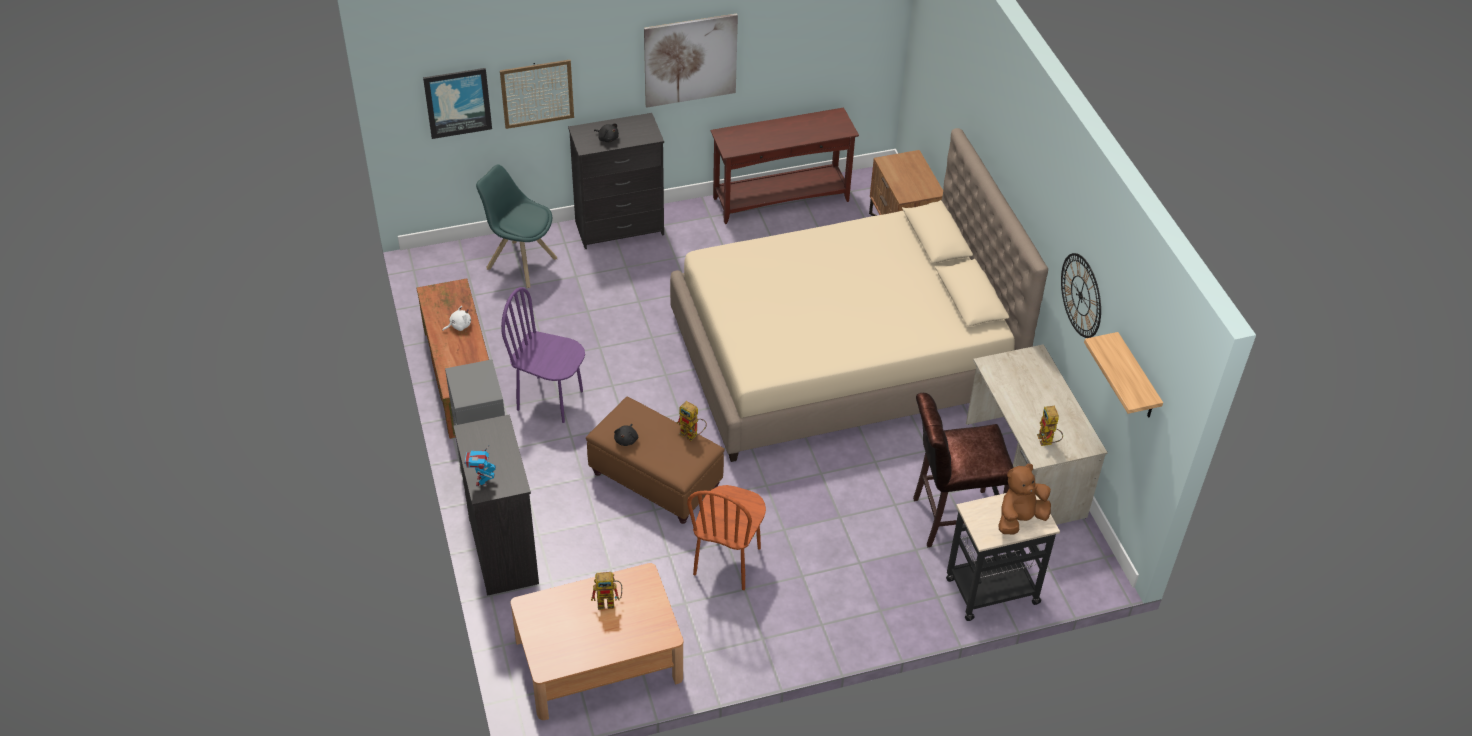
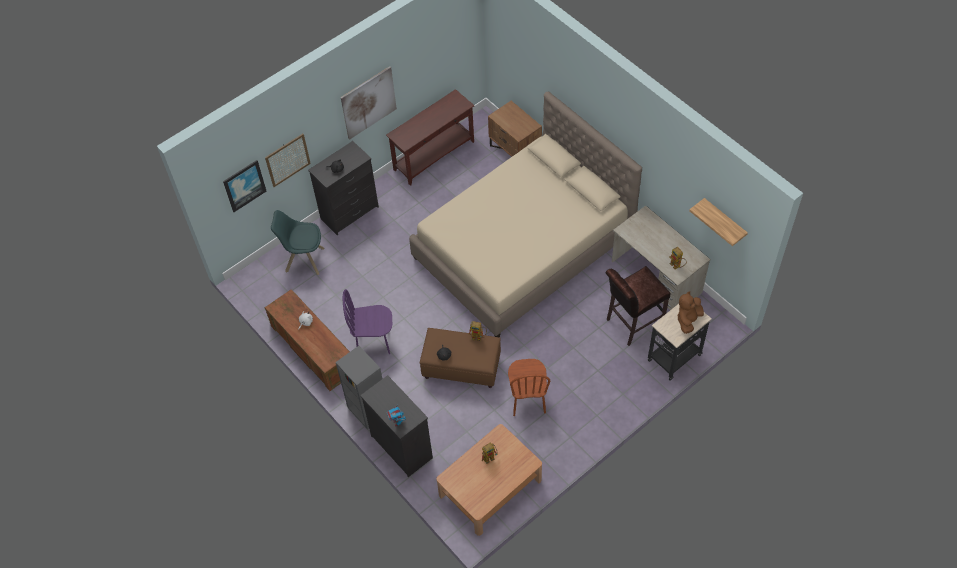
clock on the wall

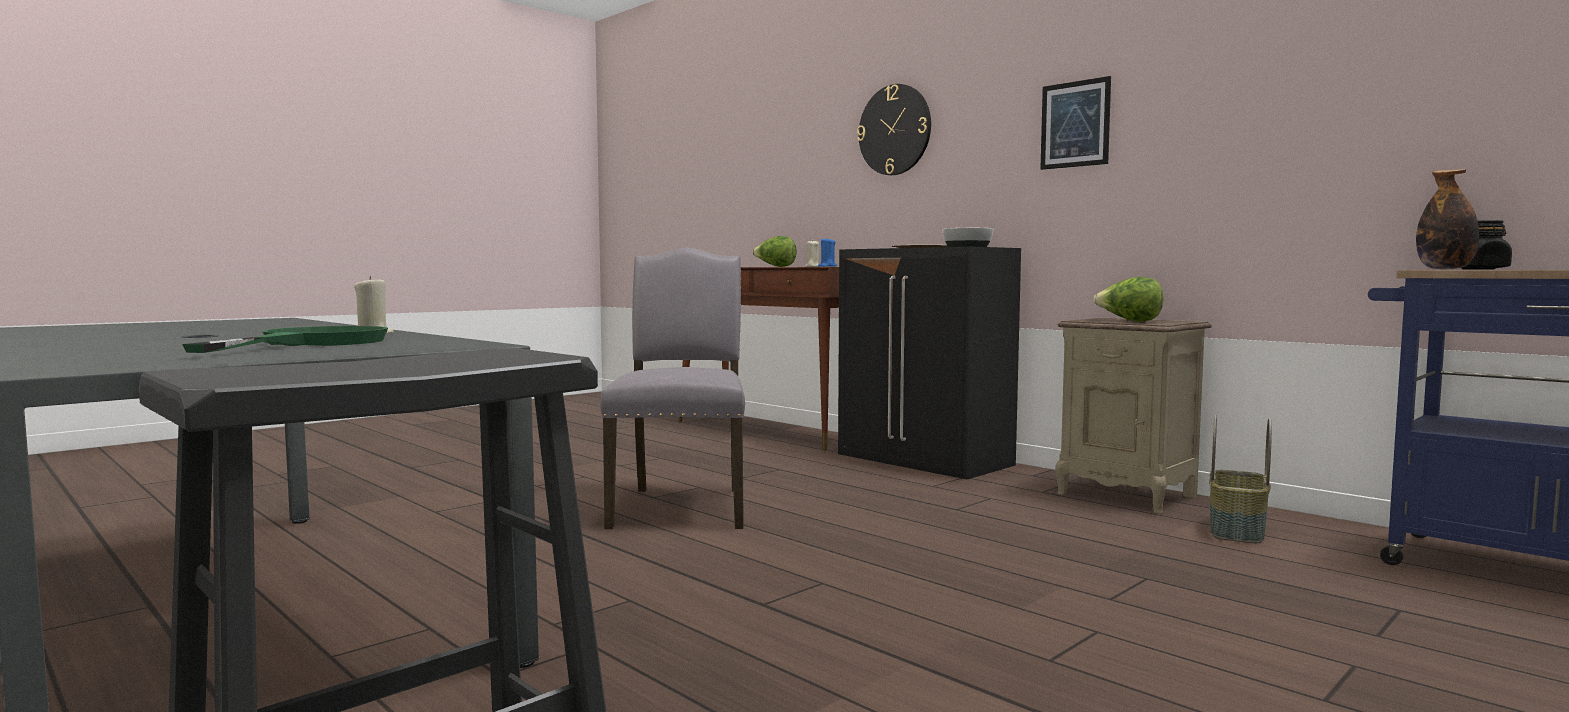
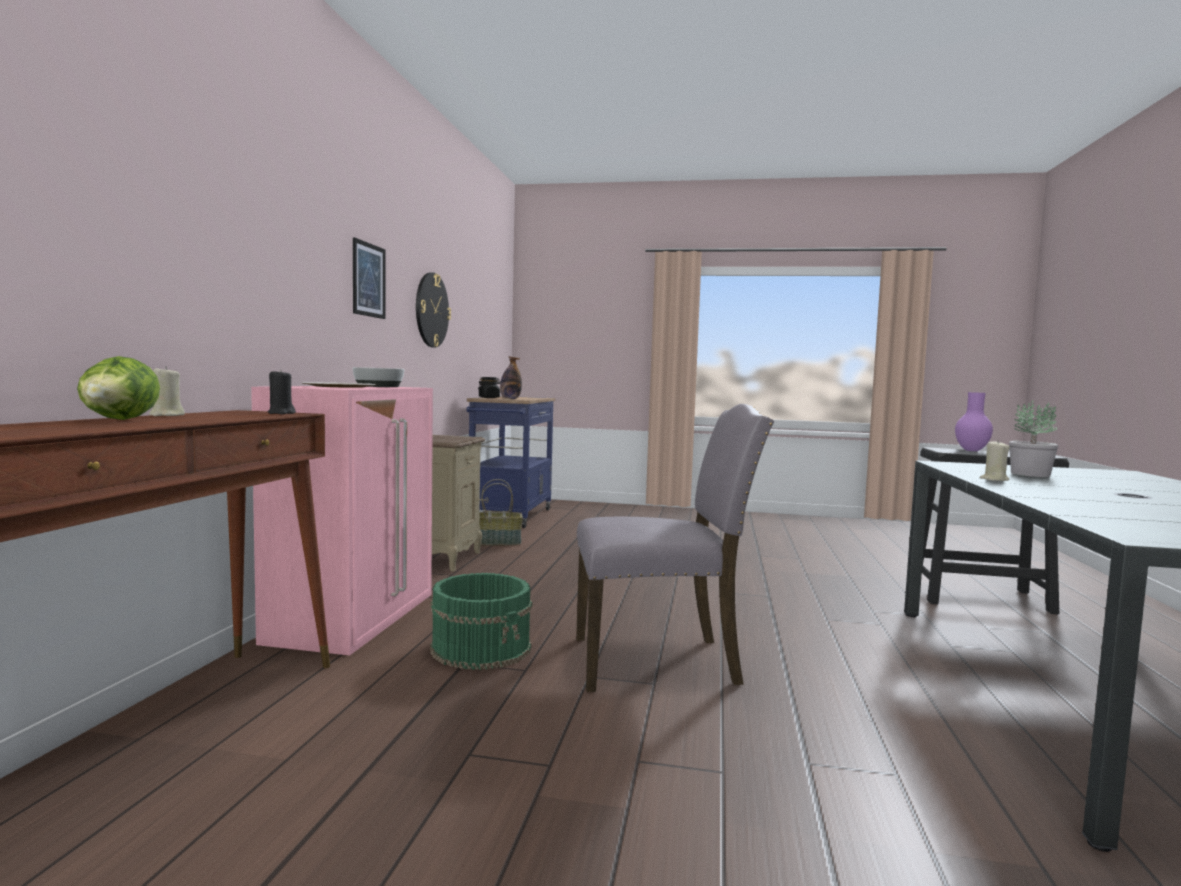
pink-coloured storage cabinet
blackish candle
clock on the wall
greenish pail
grey chair
purple-coloured vase
potted plant
lettuce (no. 2 from left in the first image)

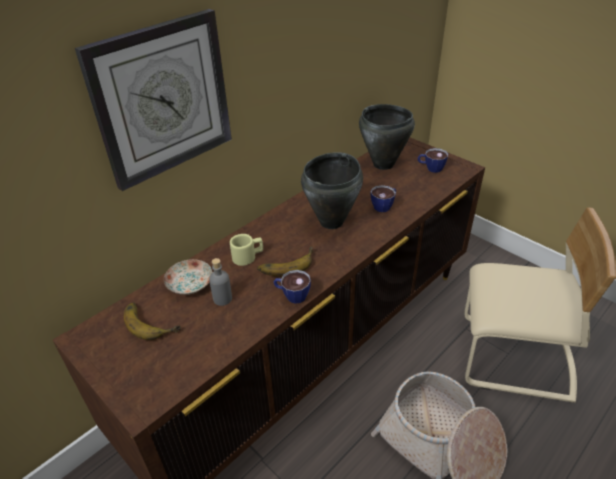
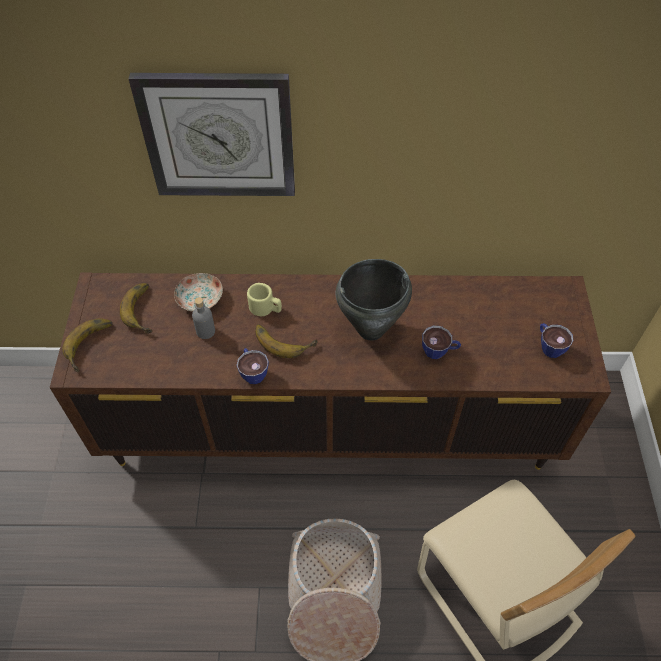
whole banana (no. 1 from left)
blackish cooking pot (no. 2 from left in the first image)

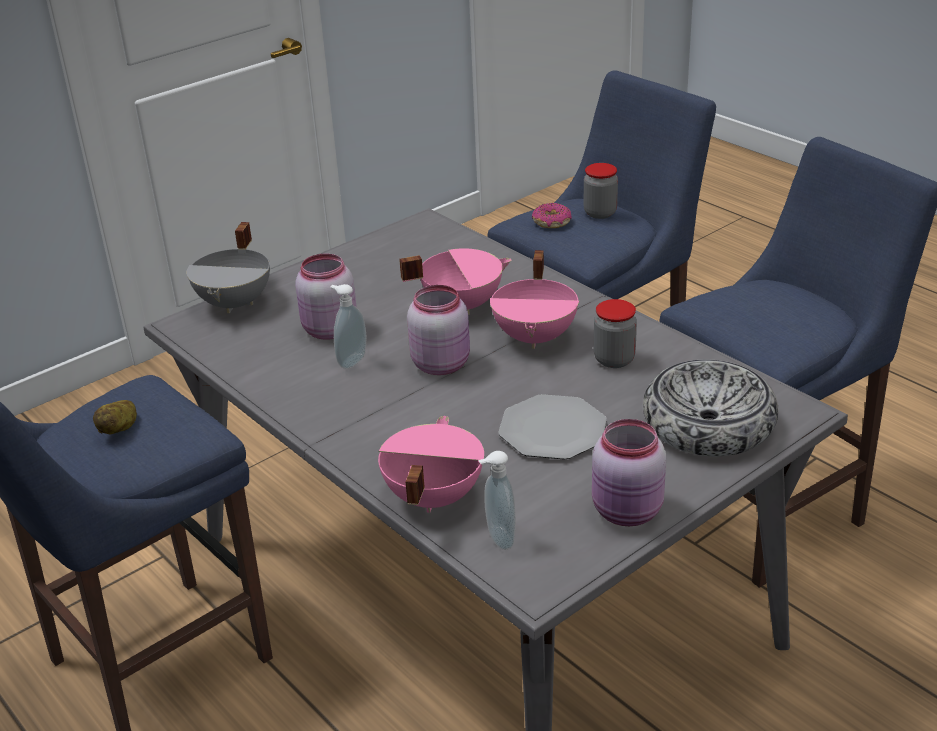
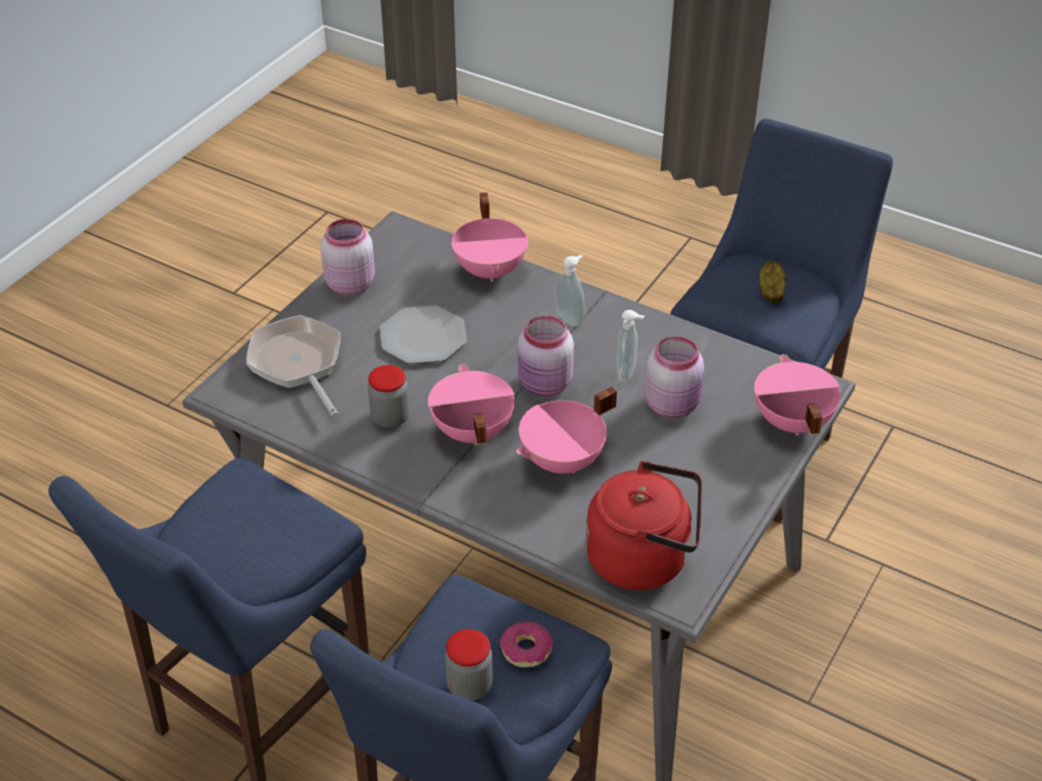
frying pan
soap bottle (no. 1 from left)
red kettle
pink-coloured cooking pot (no. 4 from left)

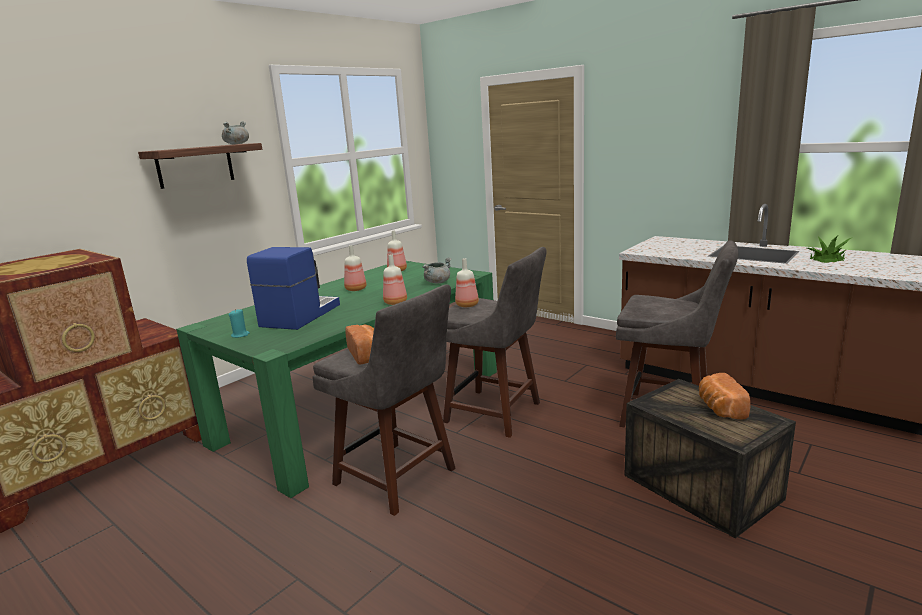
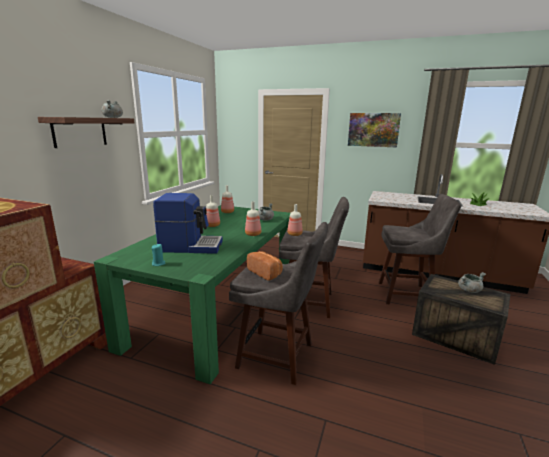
coffee machine
picture
grey cooking pot (no. 3 from left)

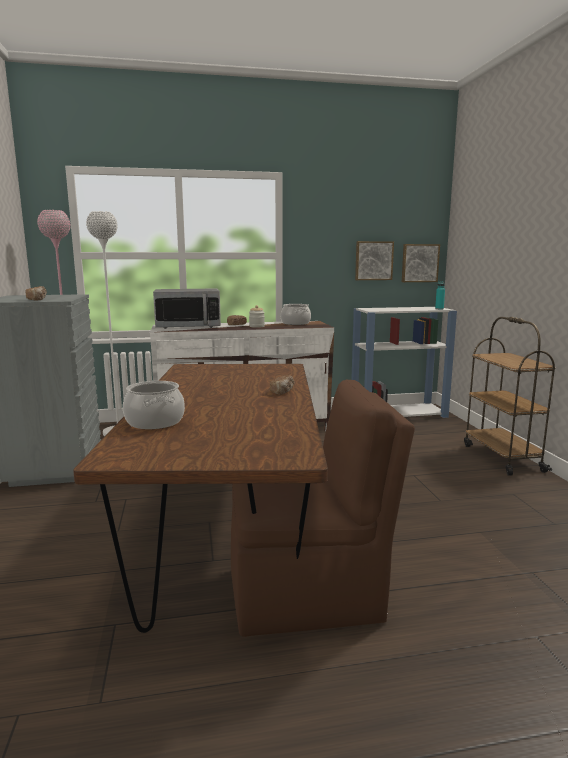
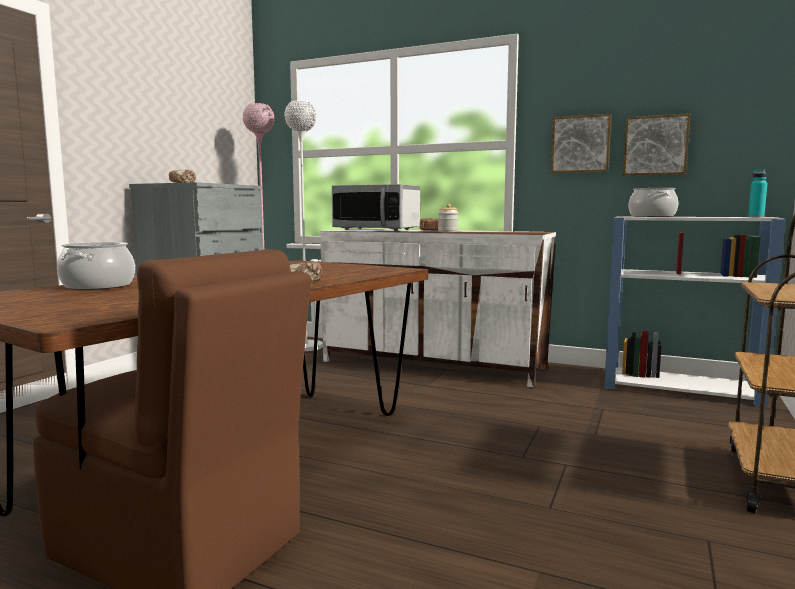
picture (no. 1 from left)
cooking pot (no. 2 from left)

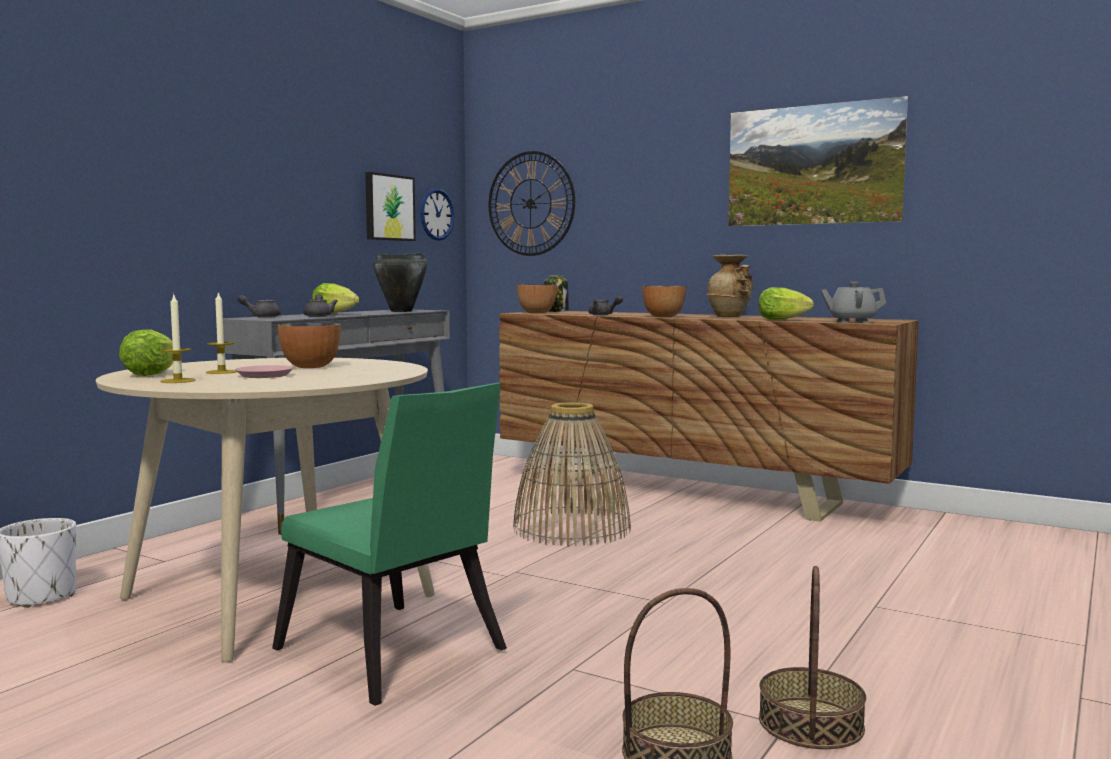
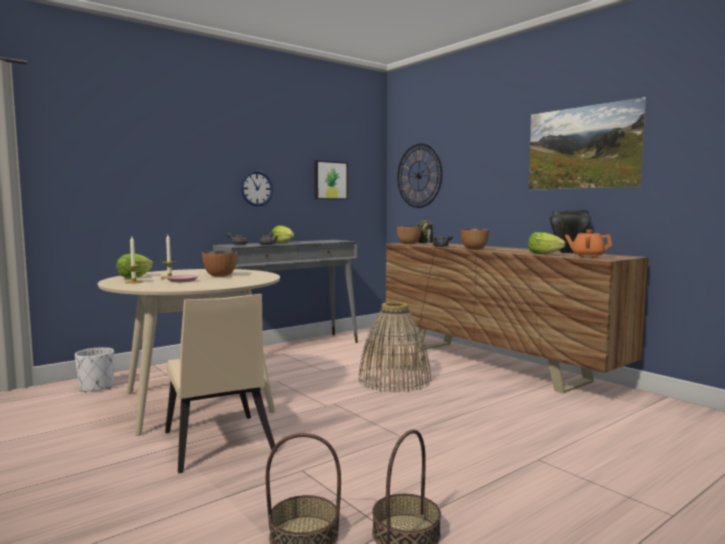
beige chair
clock on the wall (no. 1 from left)
blackish cooking pot
orange pot for tea
beige vase

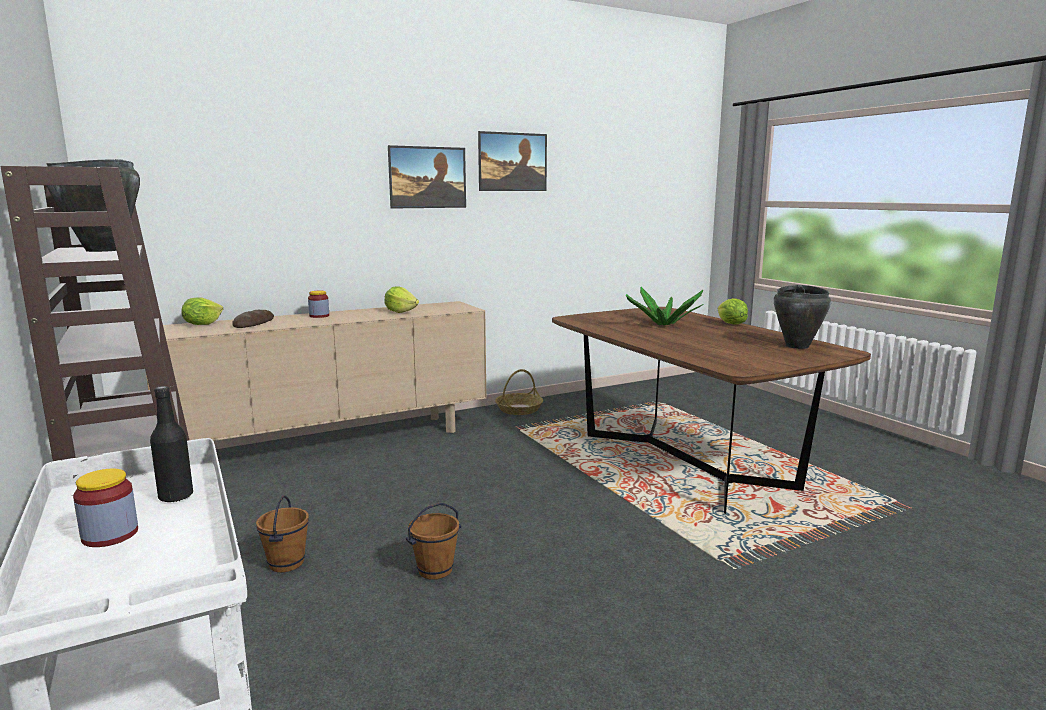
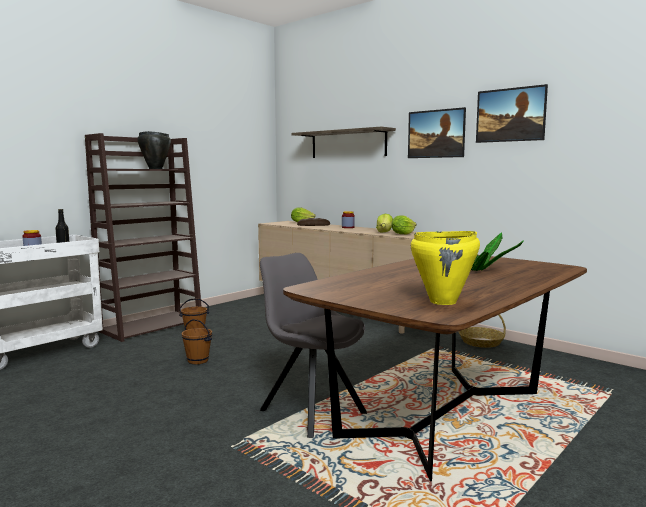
grey chair
shelf
lettuce (no. 3 from left)
yellow cooking pot

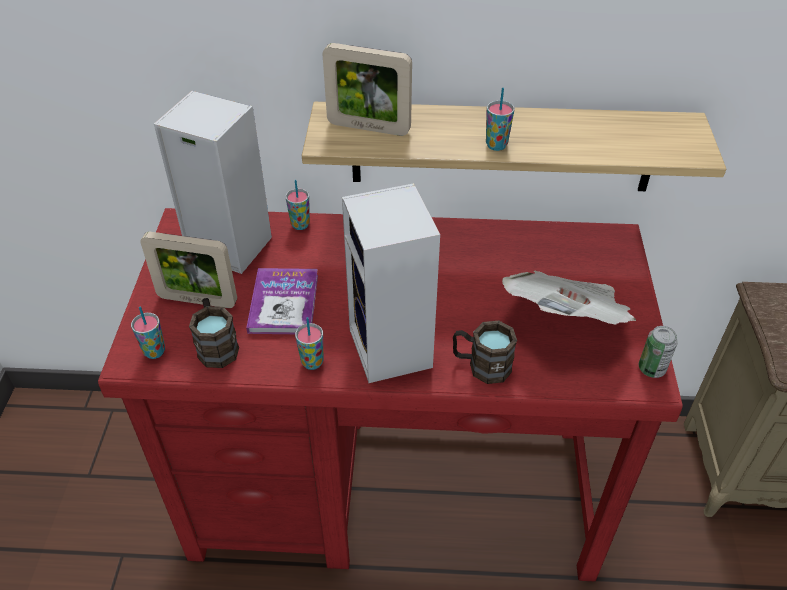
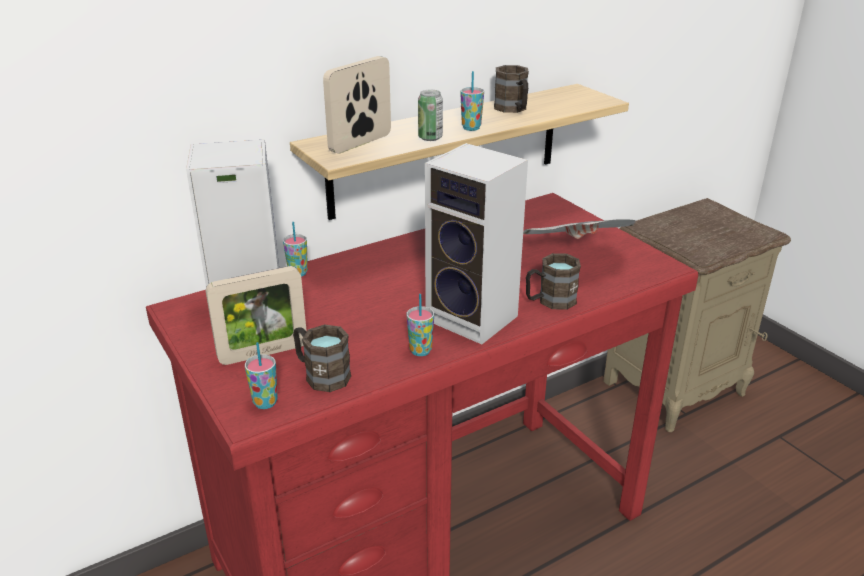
picture frame (no. 2 from left)
can
brown tea mug (no. 2 from left)
volume

